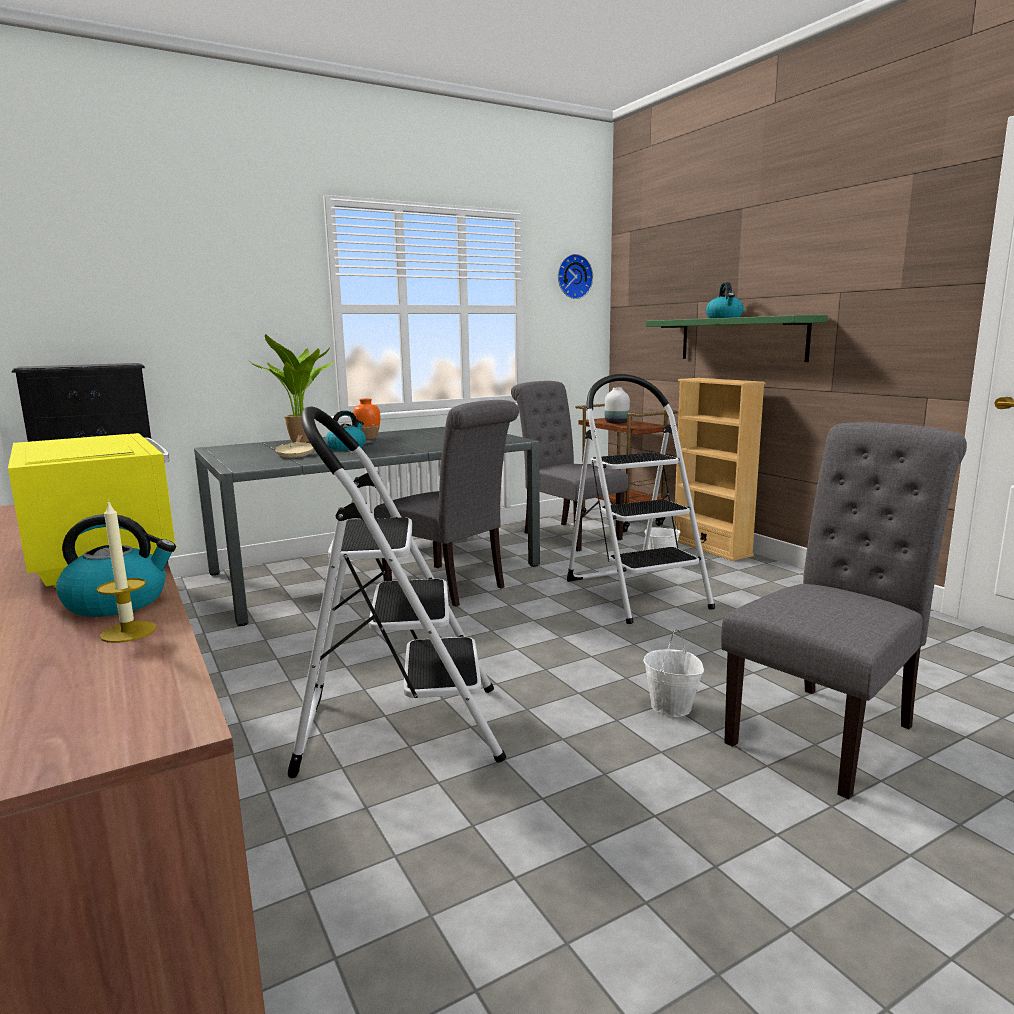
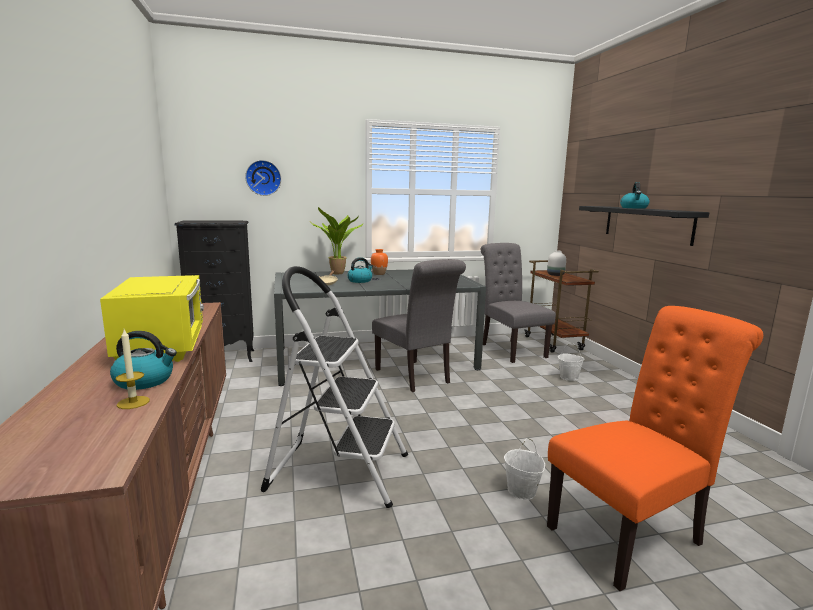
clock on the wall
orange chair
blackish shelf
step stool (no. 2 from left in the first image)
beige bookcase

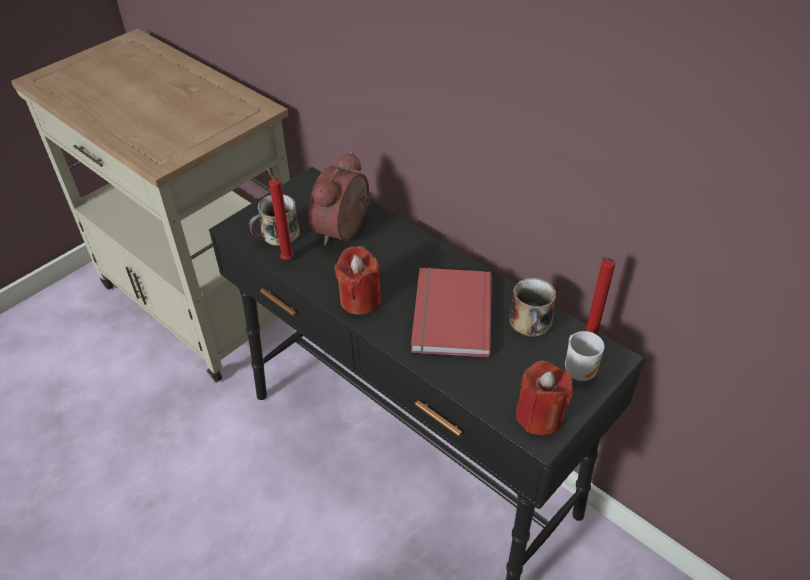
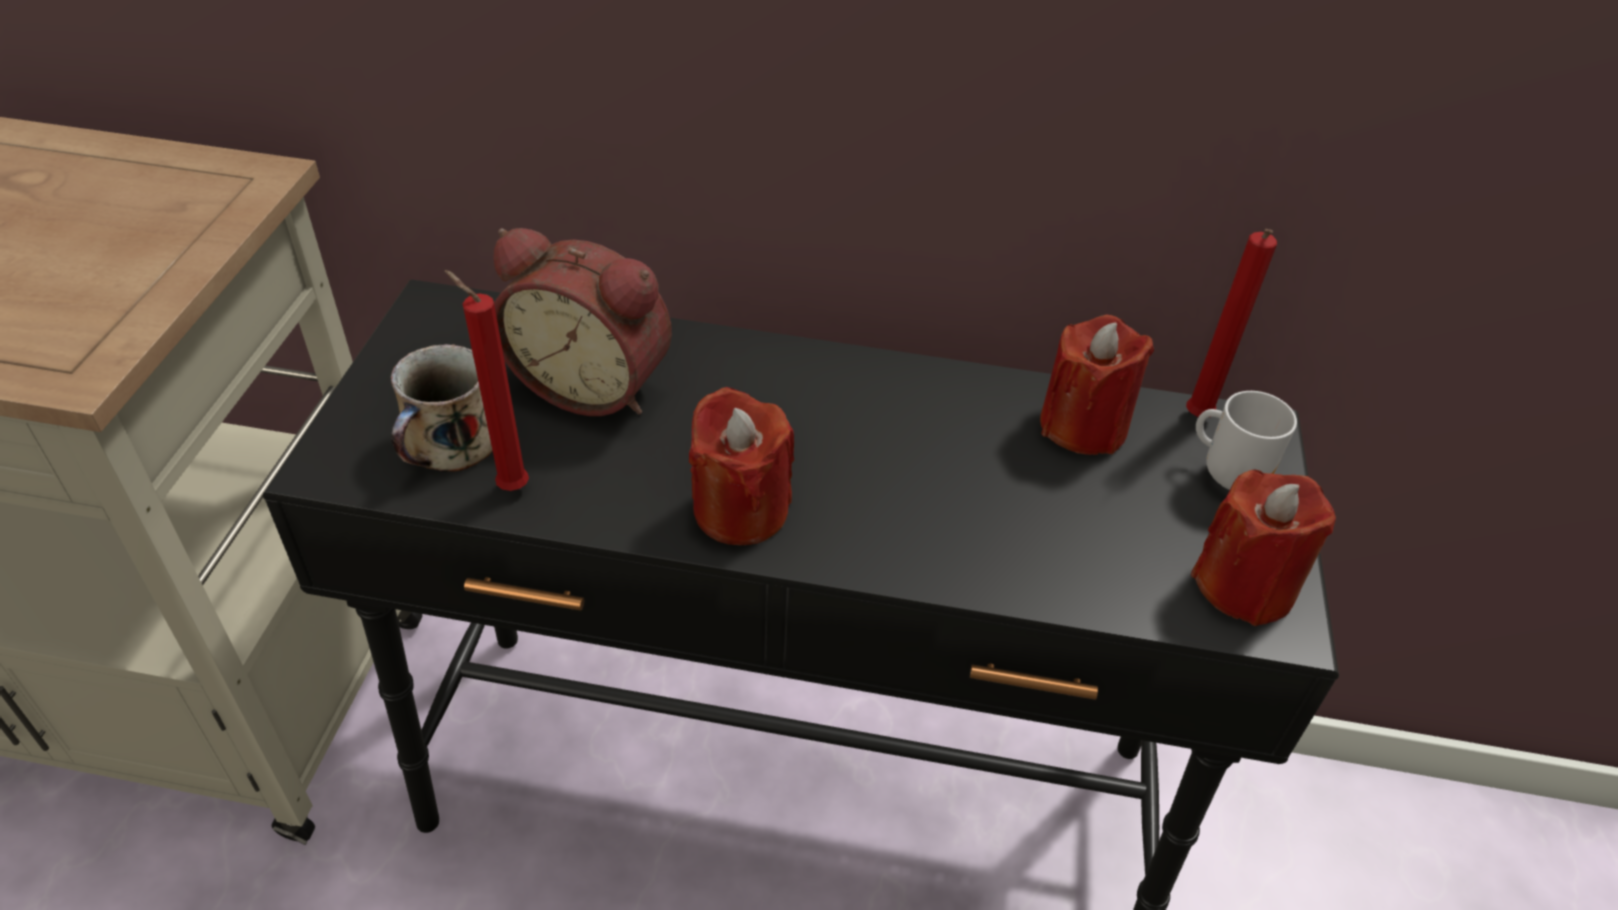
alarm clock
red candle (no. 3 from left)
red volume

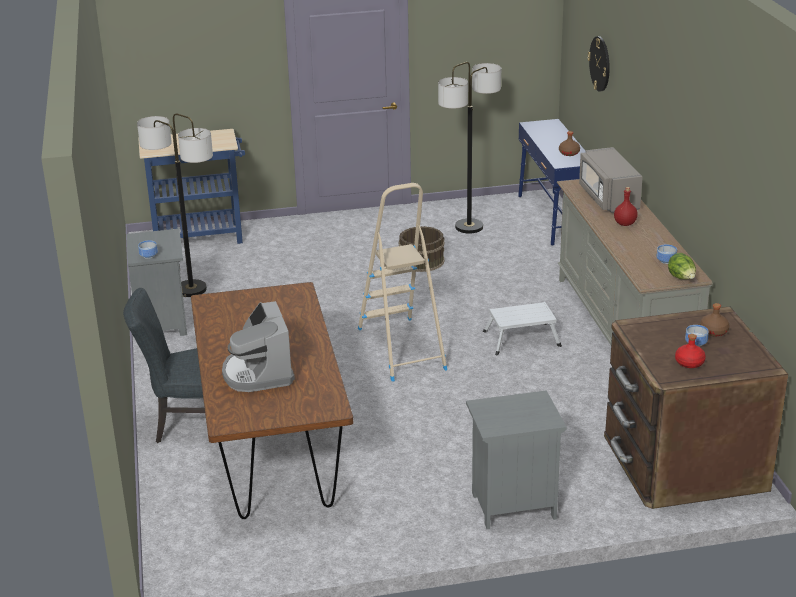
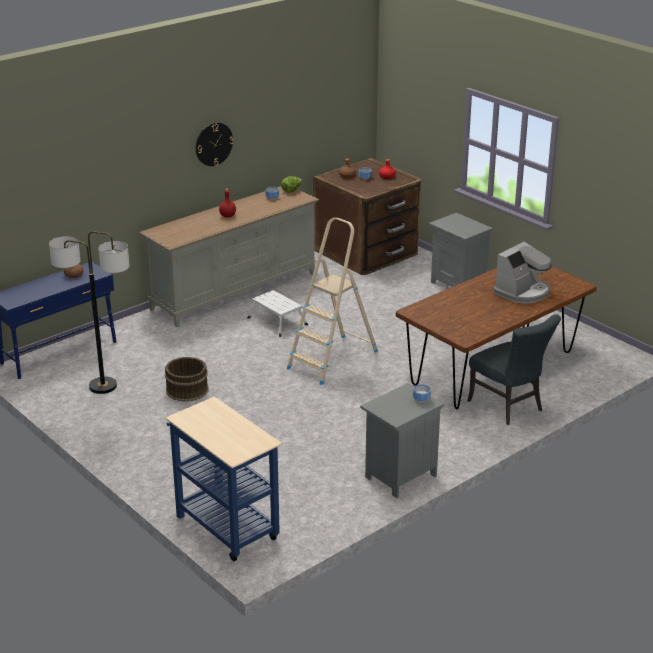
clock on the wall
floor lamp (no. 1 from left in the first image)
grey microwave oven

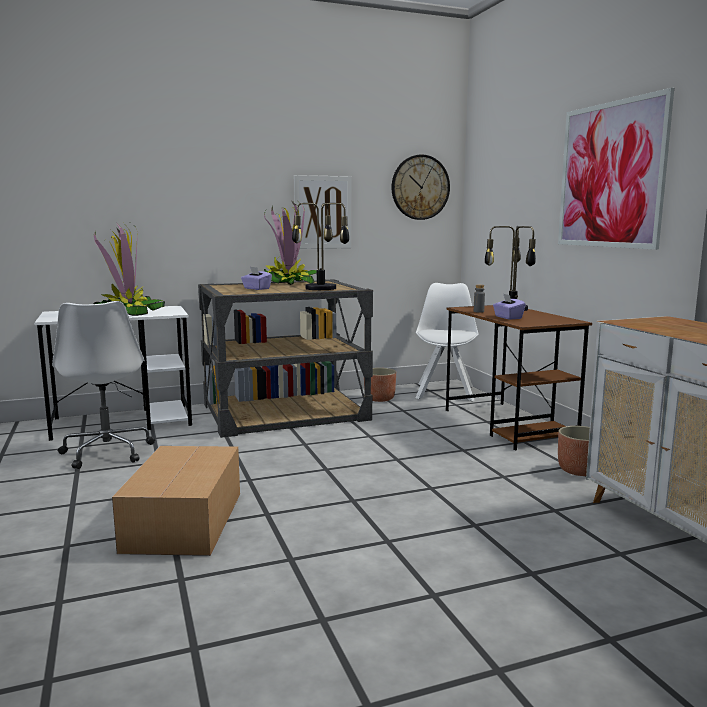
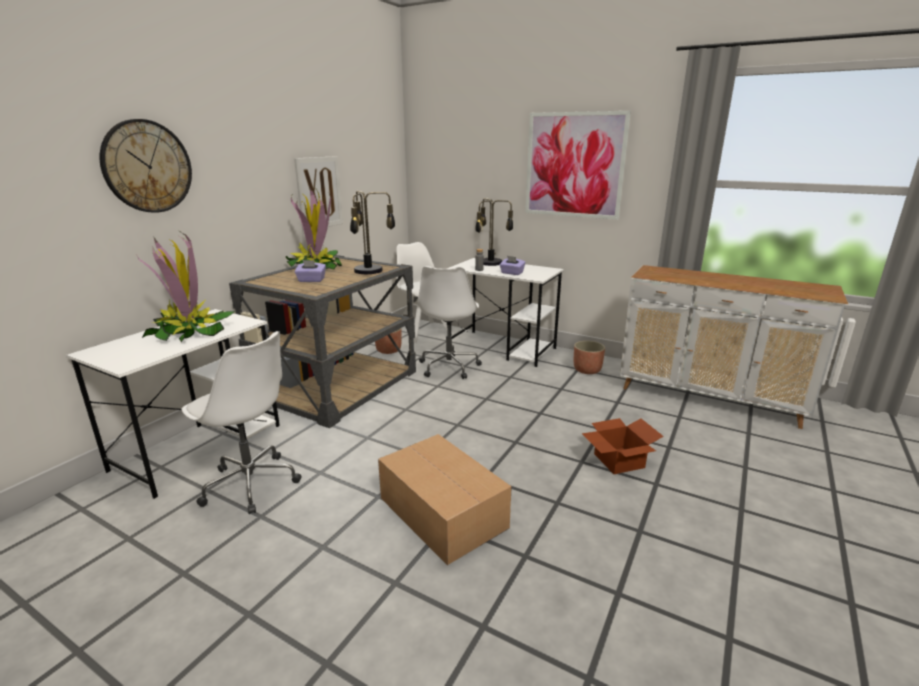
clock on the wall
white-coloured desk chair (no. 2 from left)
white-coloured desk (no. 2 from left)
packing box (no. 2 from left)

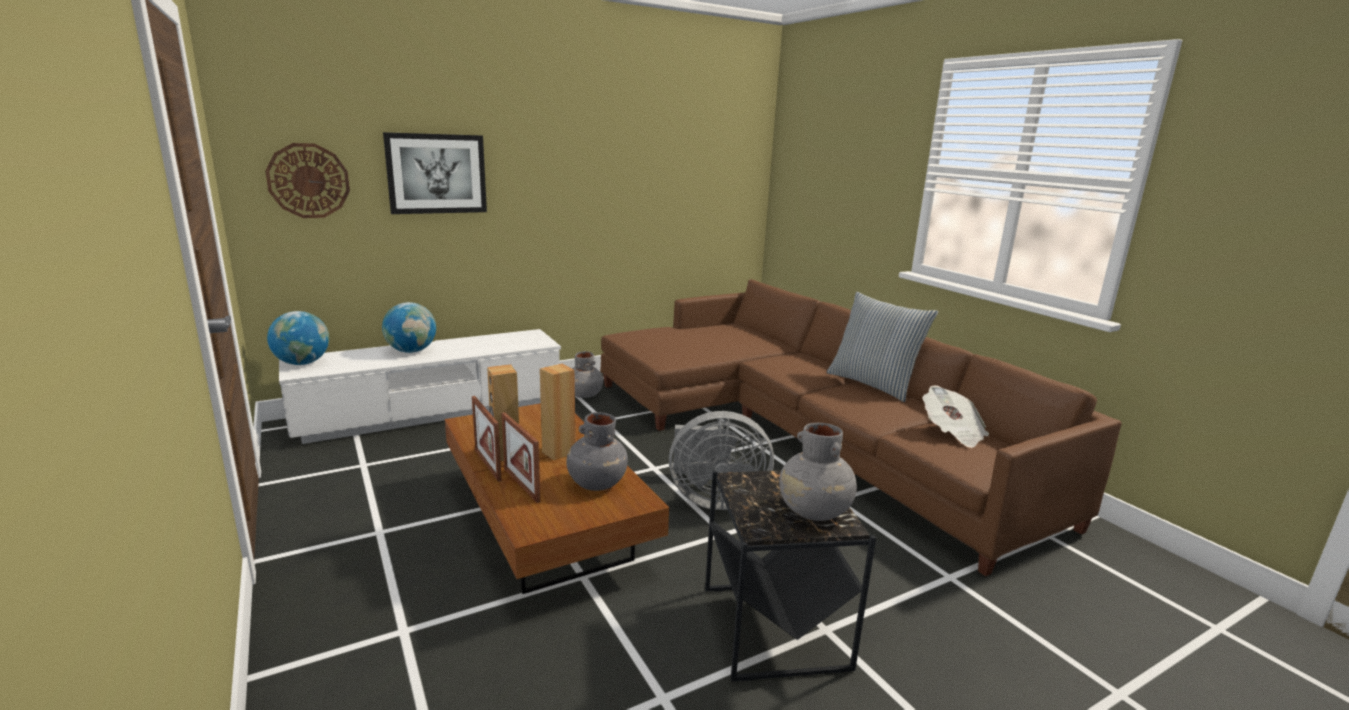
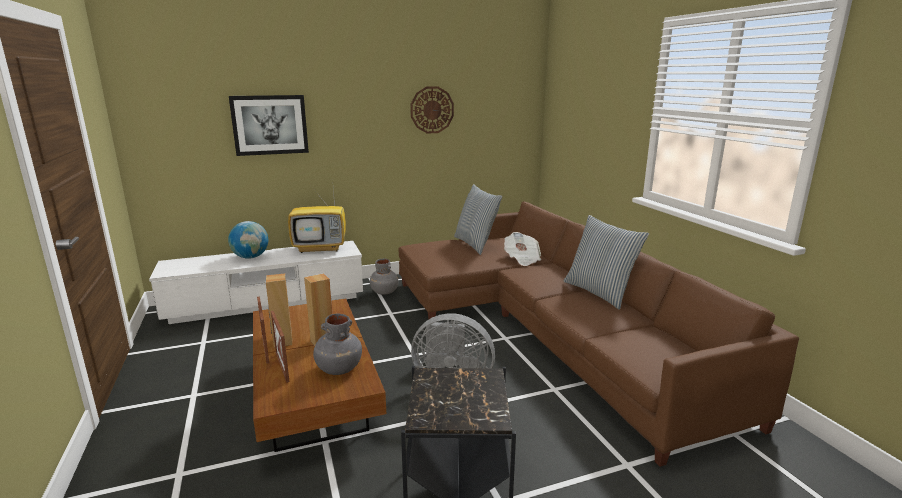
TV set
clock on the wall
cushion (no. 1 from left)
printed paper
world globe (no. 1 from left in the first image)
grey vase (no. 3 from left in the first image)

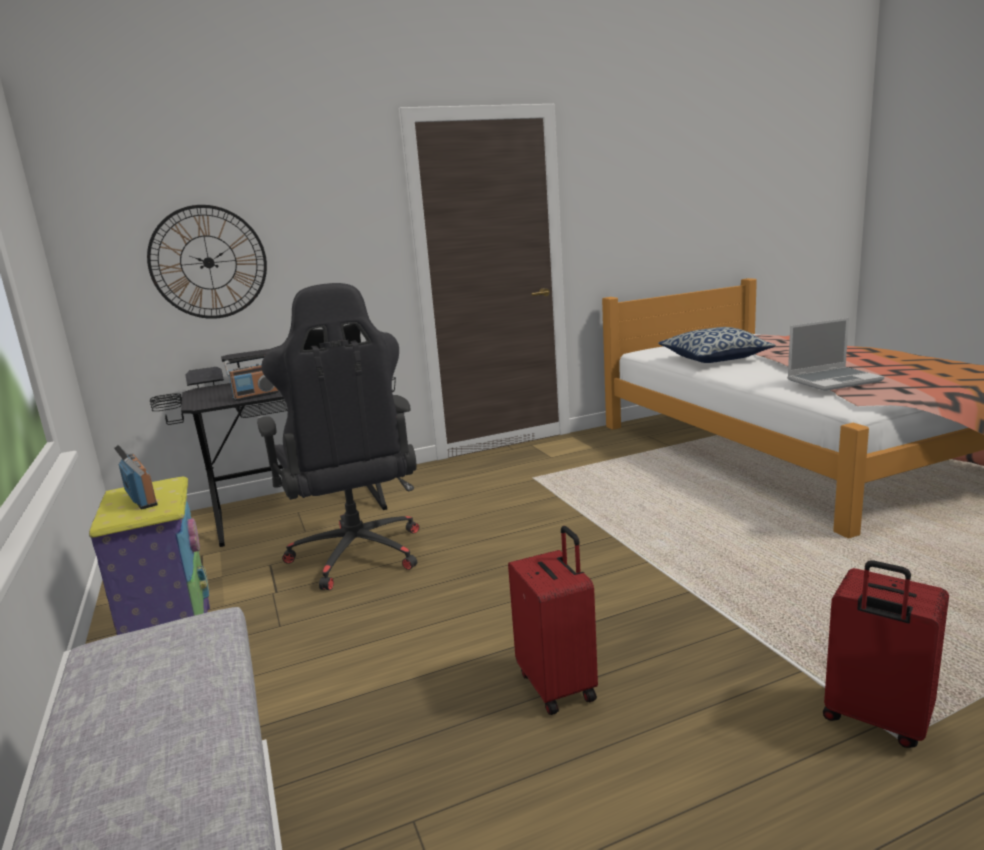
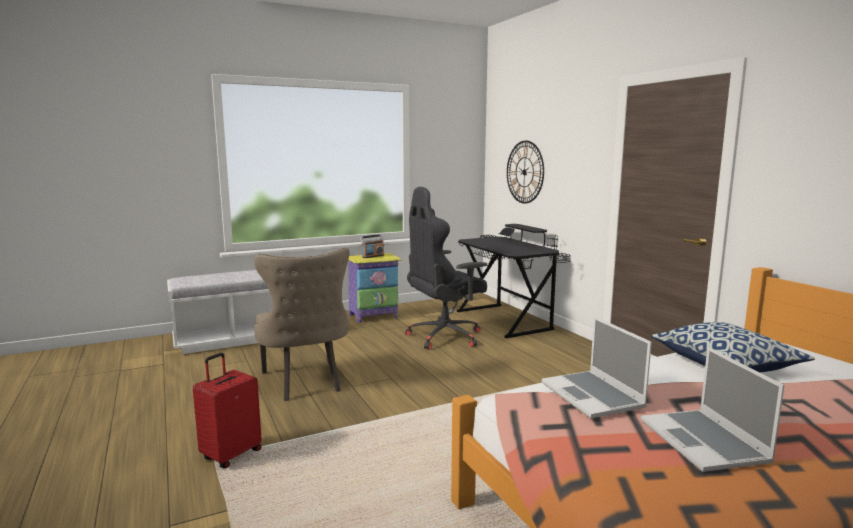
beige chair
laptop (no. 2 from left)
radio set (no. 2 from left in the first image)

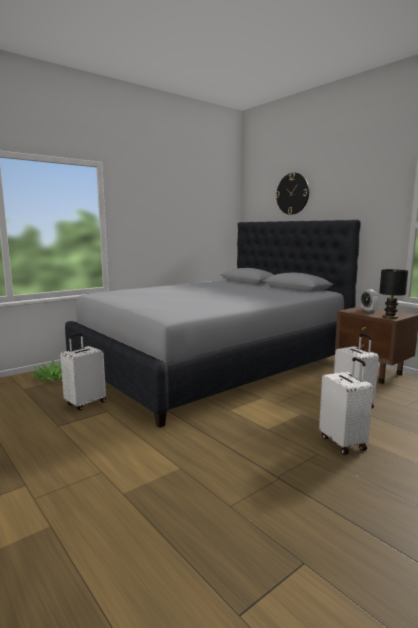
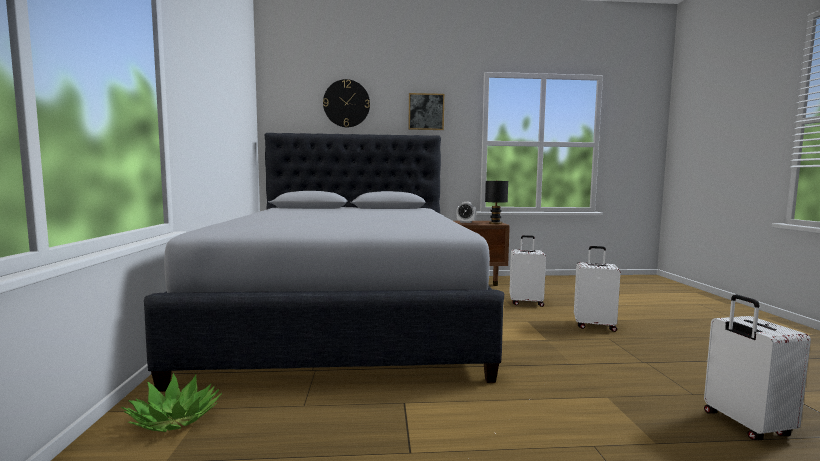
picture
white-coloured piece of luggage (no. 3 from left)

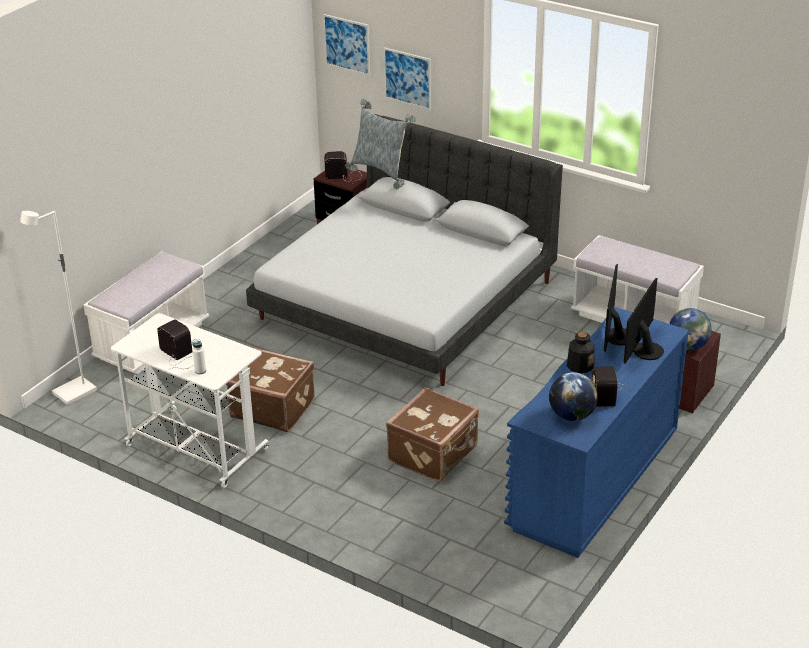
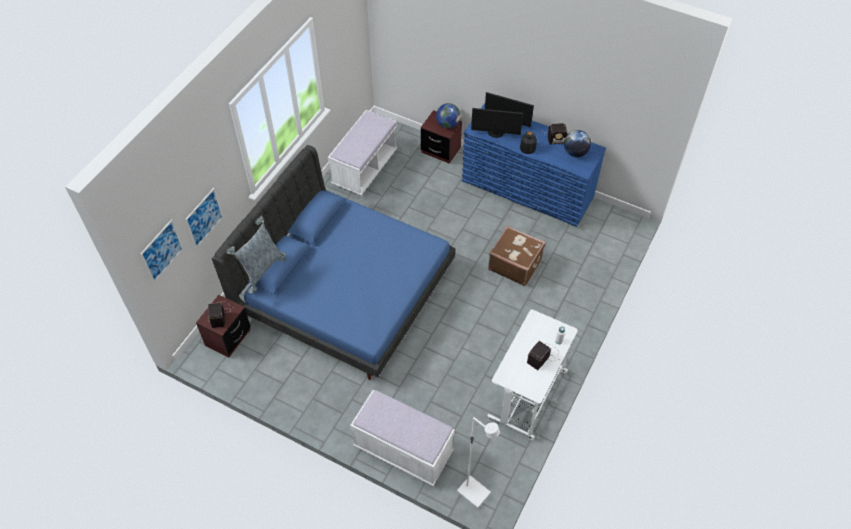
blue bedroom bed
brown piece of luggage (no. 1 from left in the first image)

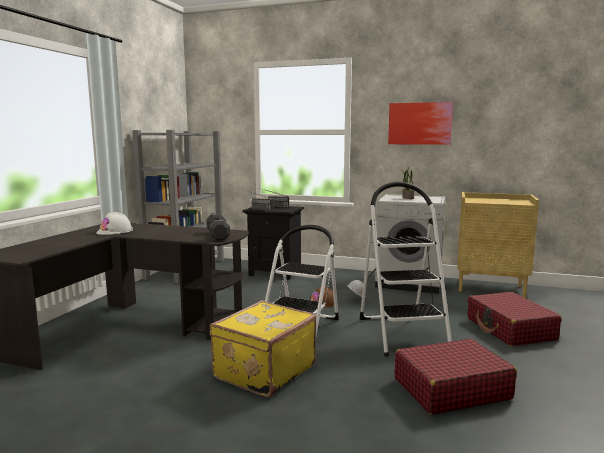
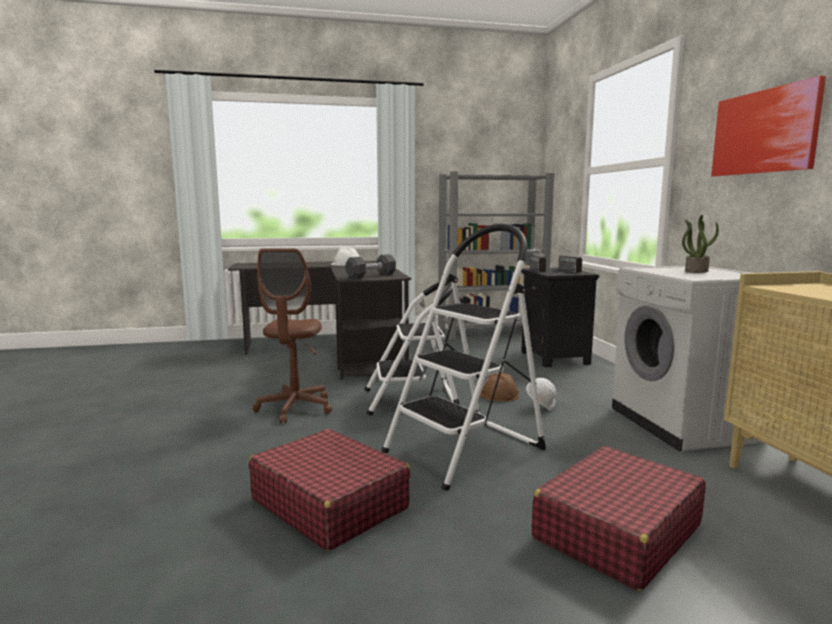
brown desk chair

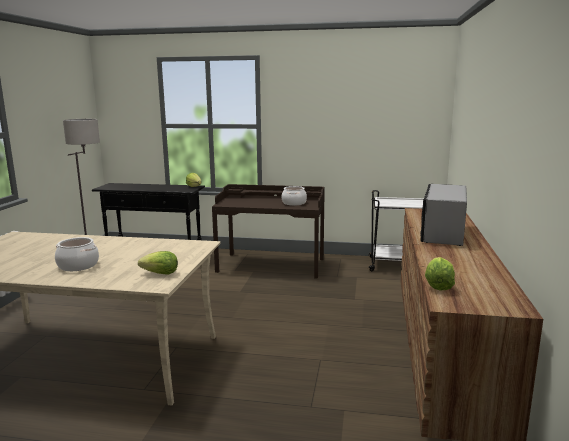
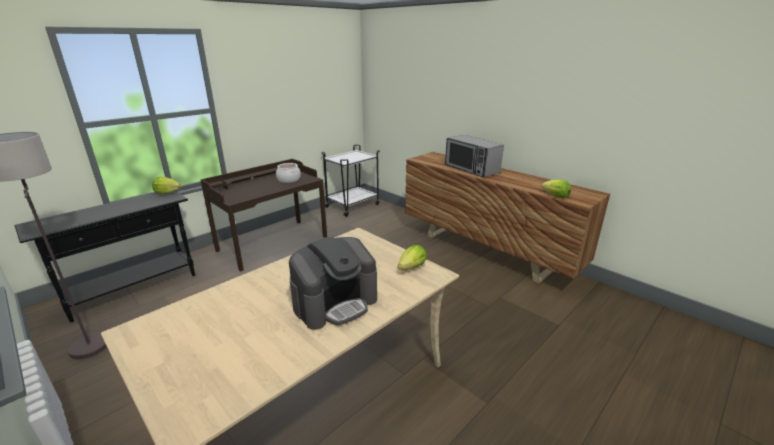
coffee machine

